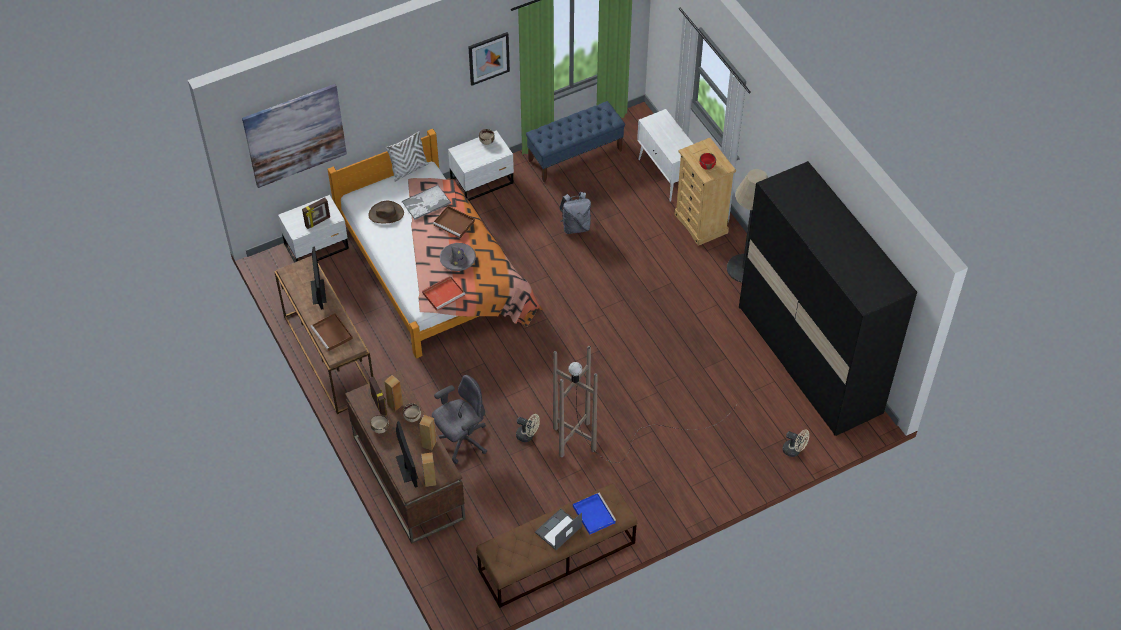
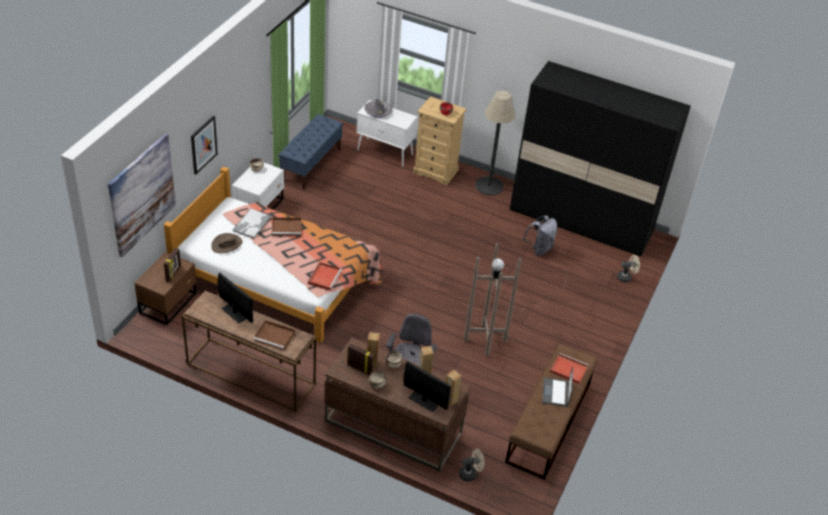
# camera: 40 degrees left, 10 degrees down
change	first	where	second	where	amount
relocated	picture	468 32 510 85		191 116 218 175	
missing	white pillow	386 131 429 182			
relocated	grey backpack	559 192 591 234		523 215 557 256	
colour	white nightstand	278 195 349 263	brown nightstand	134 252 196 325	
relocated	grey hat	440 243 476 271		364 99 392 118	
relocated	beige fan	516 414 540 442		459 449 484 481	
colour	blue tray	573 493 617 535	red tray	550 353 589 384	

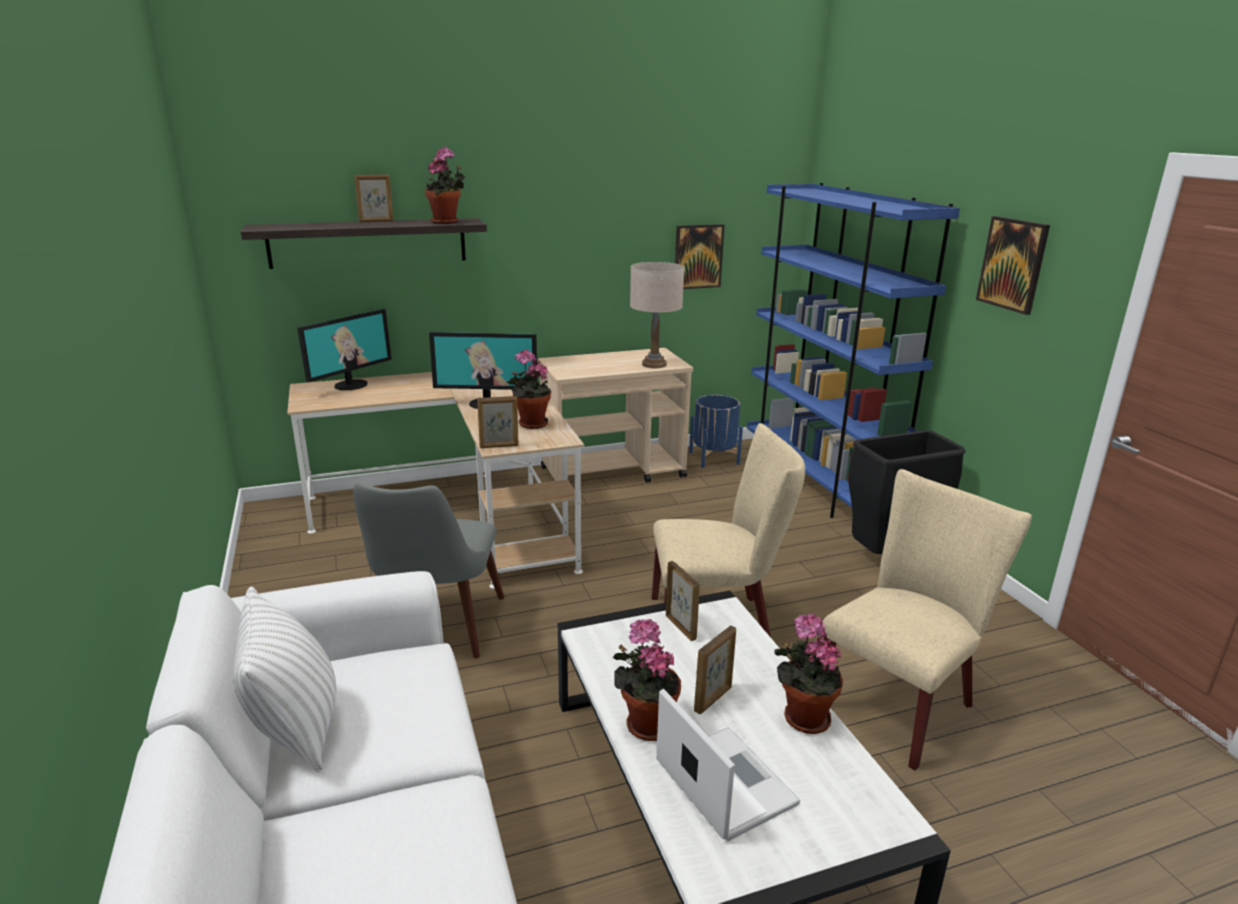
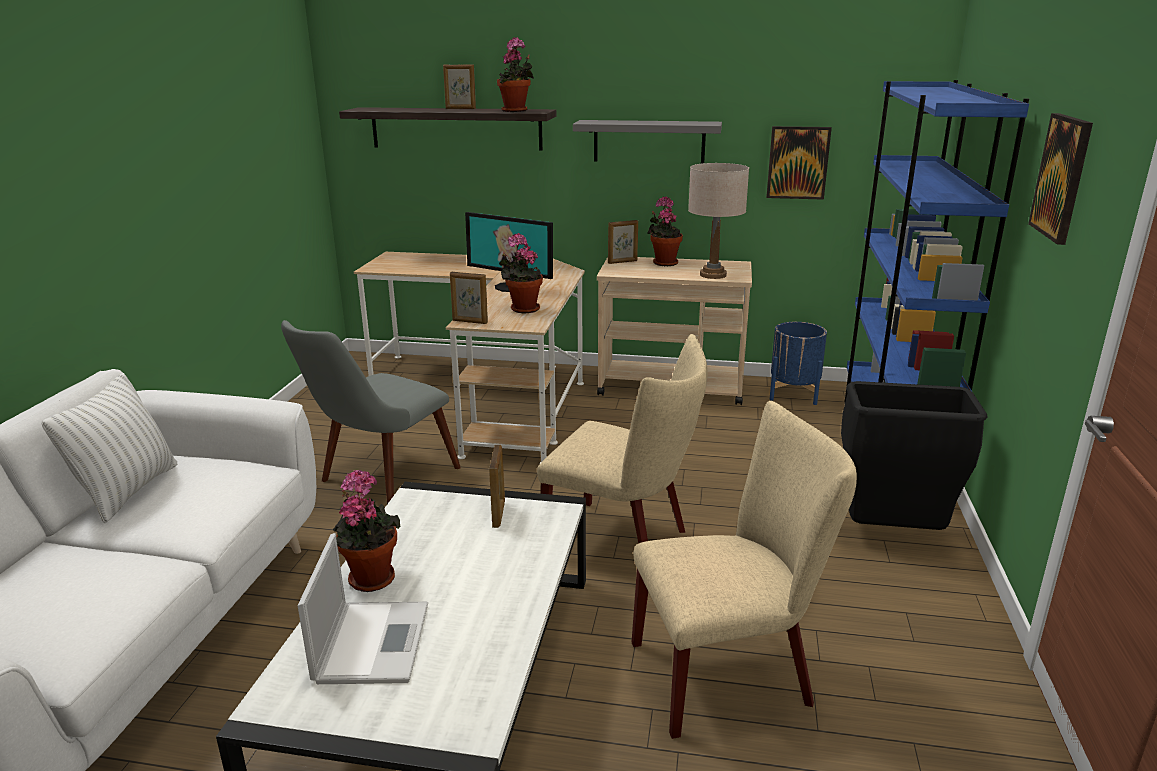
# camera: 30 degrees right, 0 degrees up
change	first	where	second	where	amount
missing	monitor	297 309 392 390			
relocated	potted plant	774 614 843 734		647 196 683 266	
relocated	picture frame	694 626 736 714		608 220 638 264	
appeared			grey shelf	573 120 722 164	

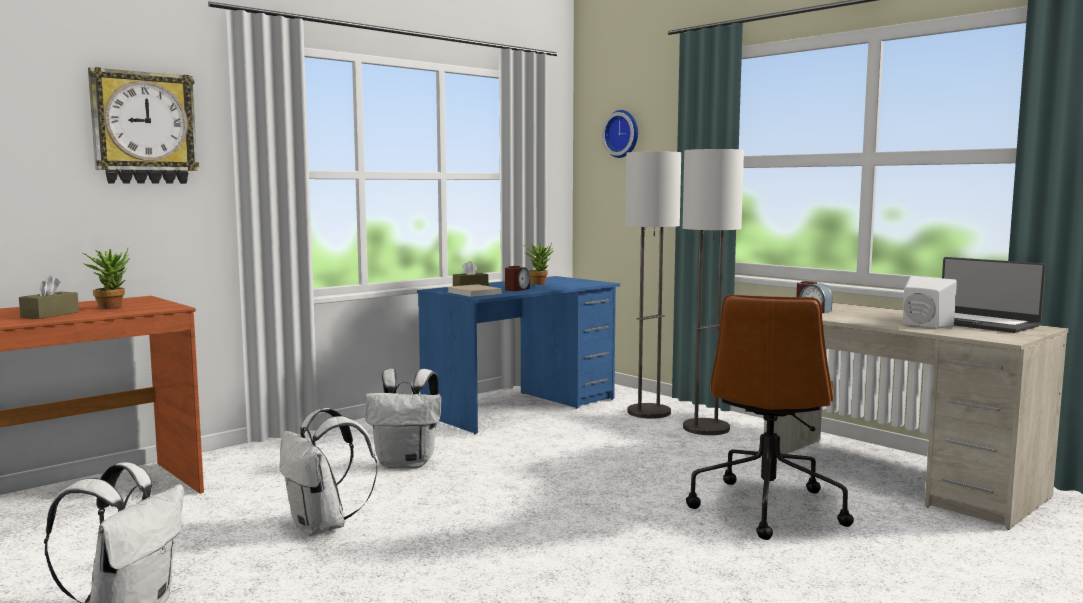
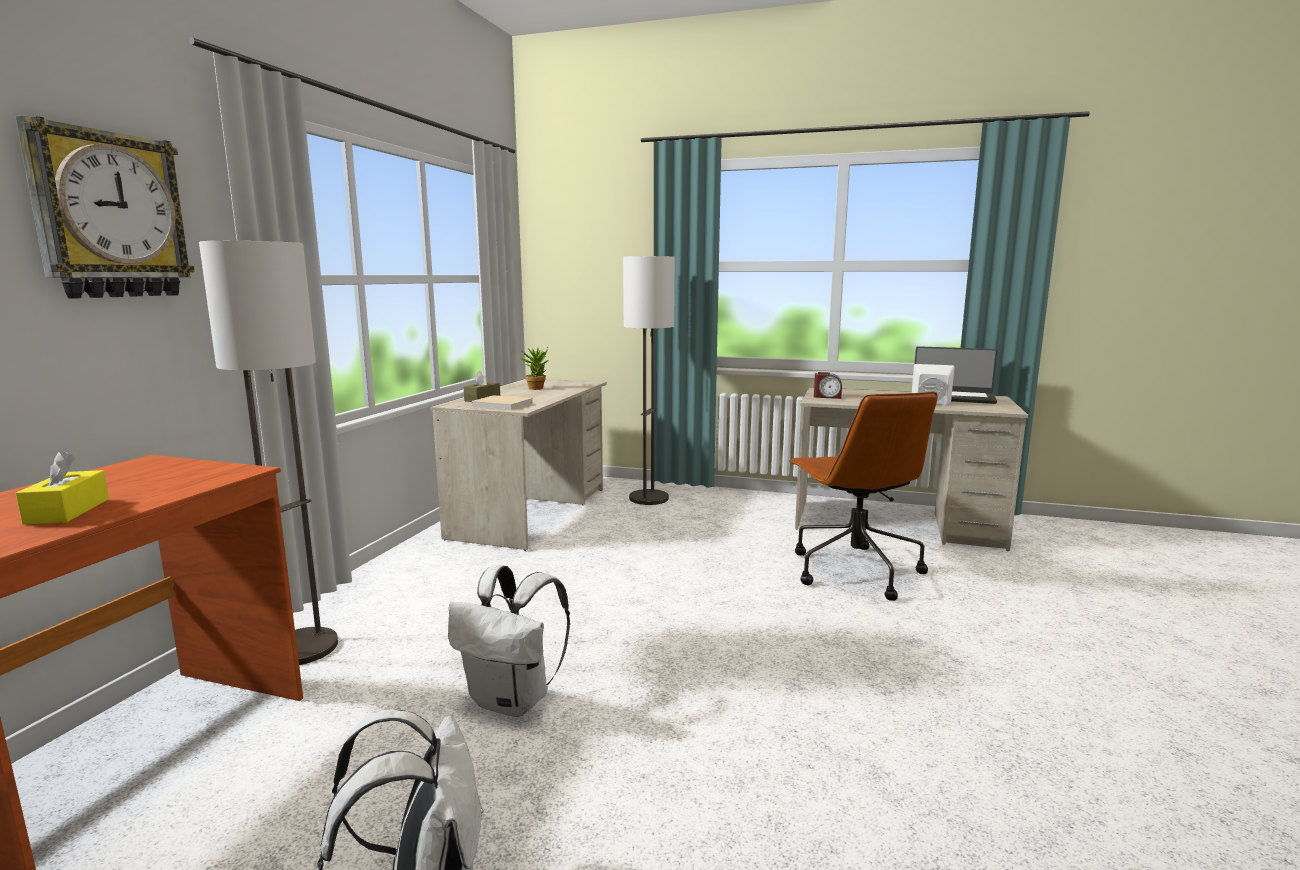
# camera: 30 degrees left, 5 degrees up
change	first	where	second	where	amount
missing	wall clock	602 110 638 158			
relocated	floor lamp	683 149 744 435		199 241 338 665	
missing	potted plant	83 248 130 309			
missing	alarm clock	505 266 530 291			
colour	brown tissue box	19 275 79 319	yellow tissue box	16 451 109 525	
colour	blue desk	417 276 620 434	beige desk	430 379 607 551	
missing	white backpack	365 369 441 469			

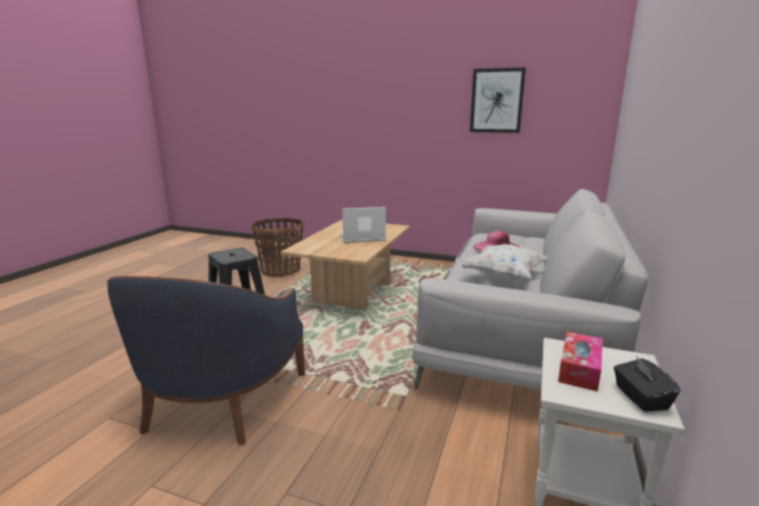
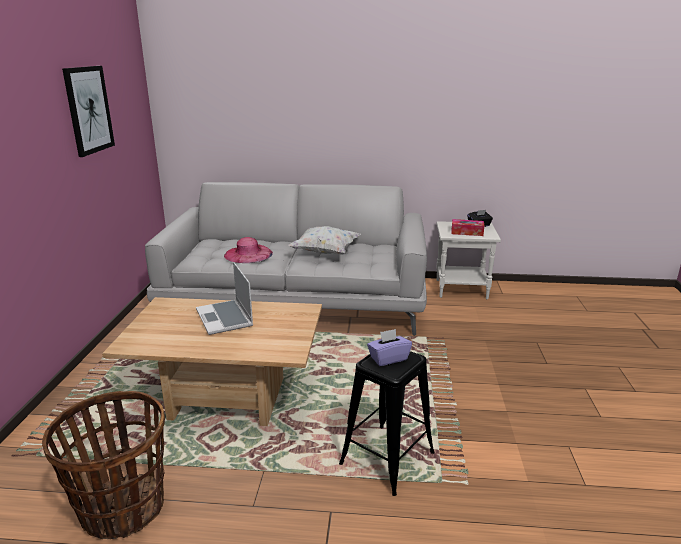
# camera: 105 degrees left, 5 degrees up
change	first	where	second	where	amount
missing	blue armchair	107 276 305 445			
appeared			purple tissue box	367 329 412 366	

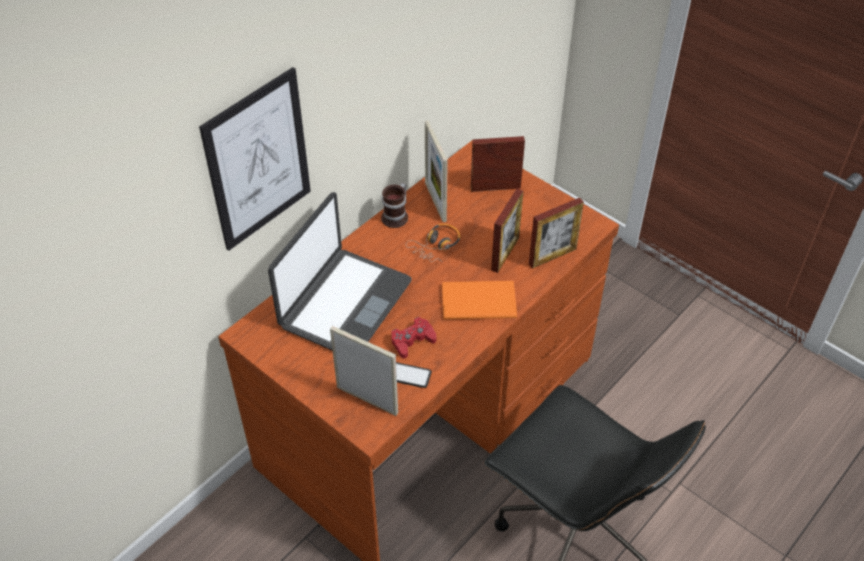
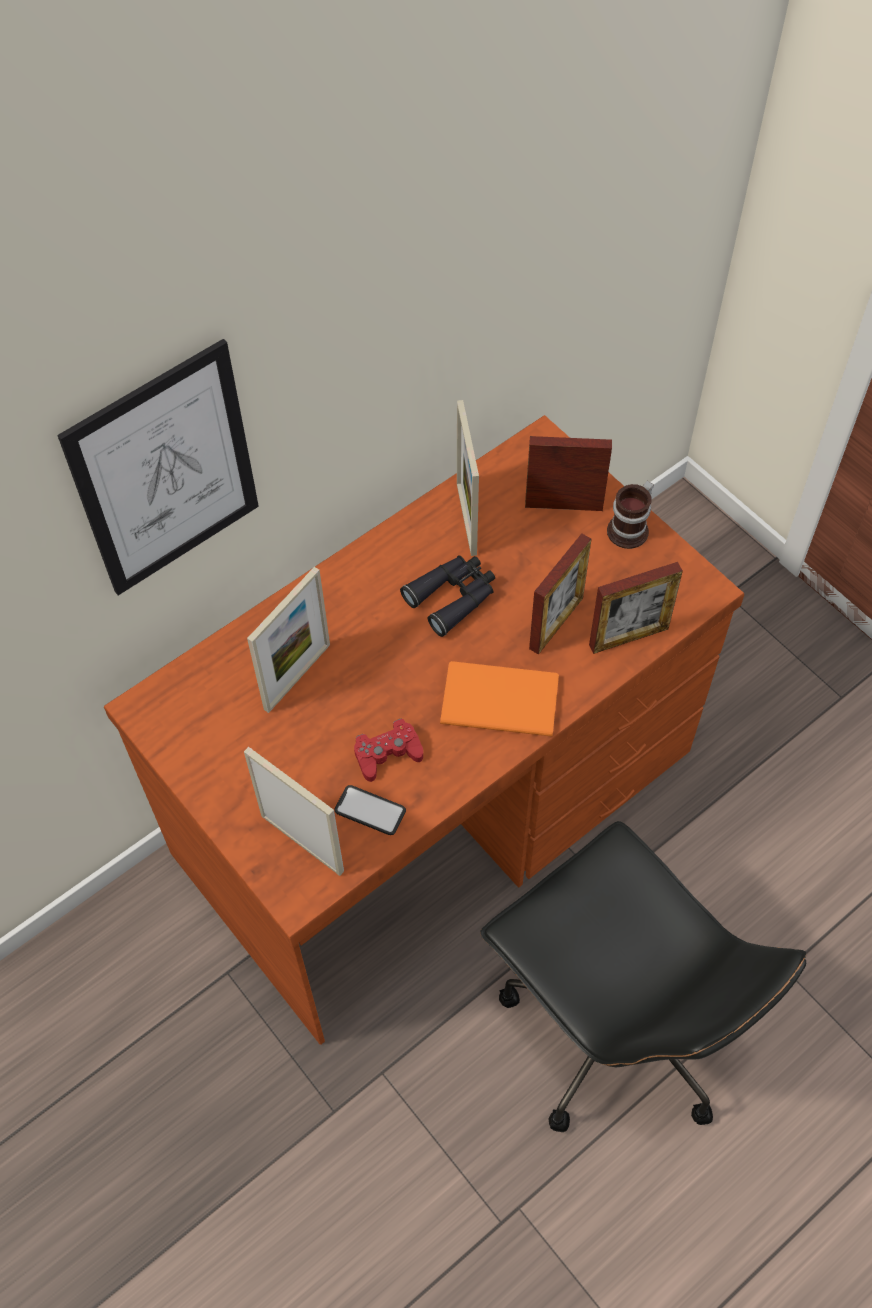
# camera: 10 degrees right, 10 degrees up
change	first	where	second	where	amount
relocated	mug	381 183 408 228		607 481 654 549	
exchanged	laptop	268 192 412 350	picture frame	247 567 330 713	
exchanged	headphones	406 224 460 262	black binoculars	400 555 495 637	

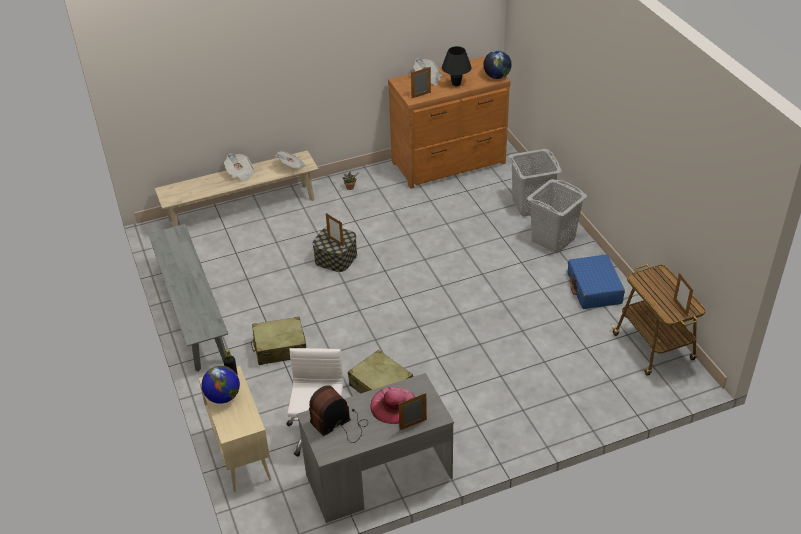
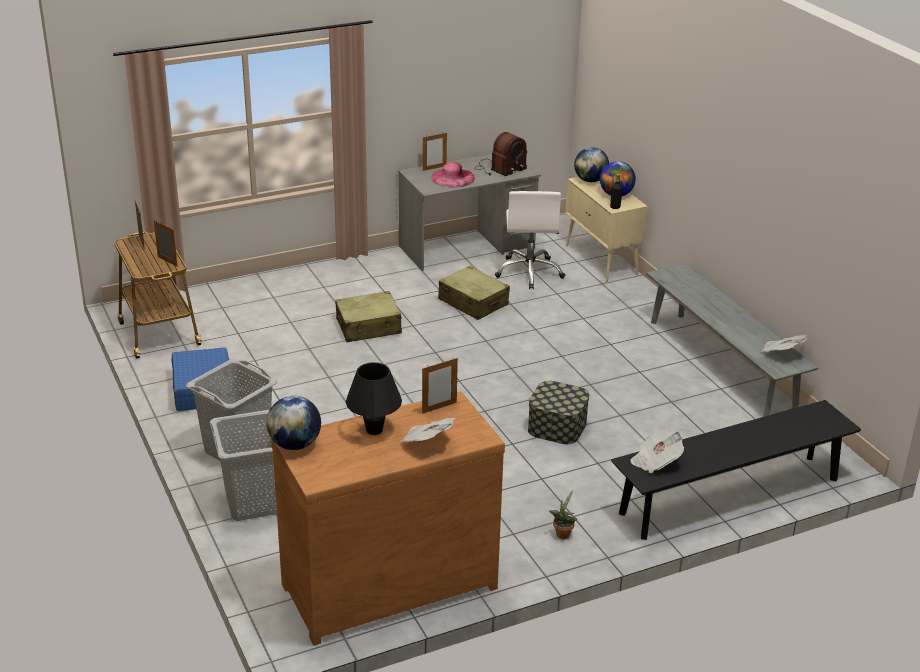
# camera: 175 degrees right, 10 degrees down
change	first	where	second	where	amount
colour	beige bench	155 150 319 227	black bench	611 400 861 540	
relocated	newspaper	224 153 255 182		761 335 807 352	
relocated	picture frame	326 213 344 247		154 220 178 267	
relocated	beige suitcase	251 317 306 365		335 291 402 342	
appeared			globe	574 147 609 182	

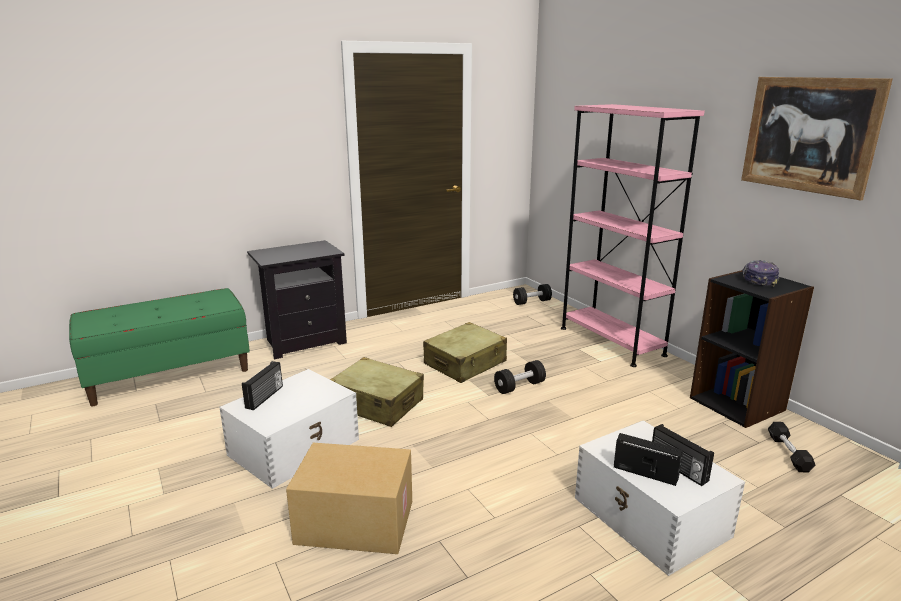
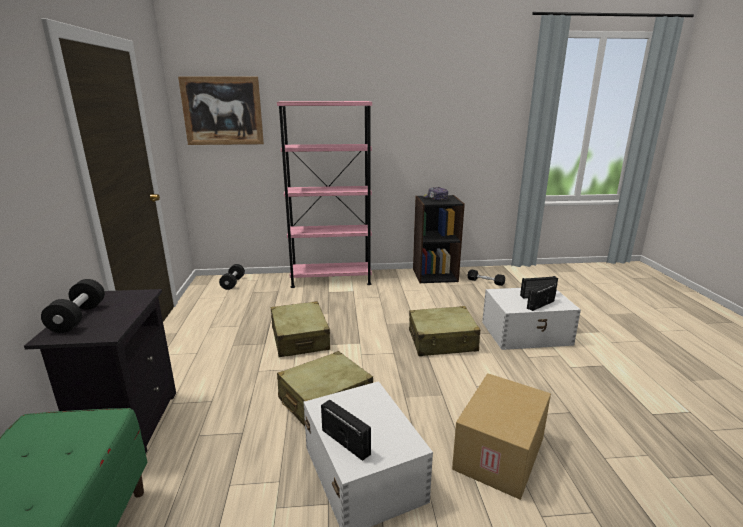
# camera: 65 degrees left, 0 degrees up
change	first	where	second	where	amount
relocated	picture	741 77 893 200		178 76 264 145	
relocated	black dumbbell	494 360 546 394		41 279 105 333	
appeared			beige suitcase	409 306 480 356	

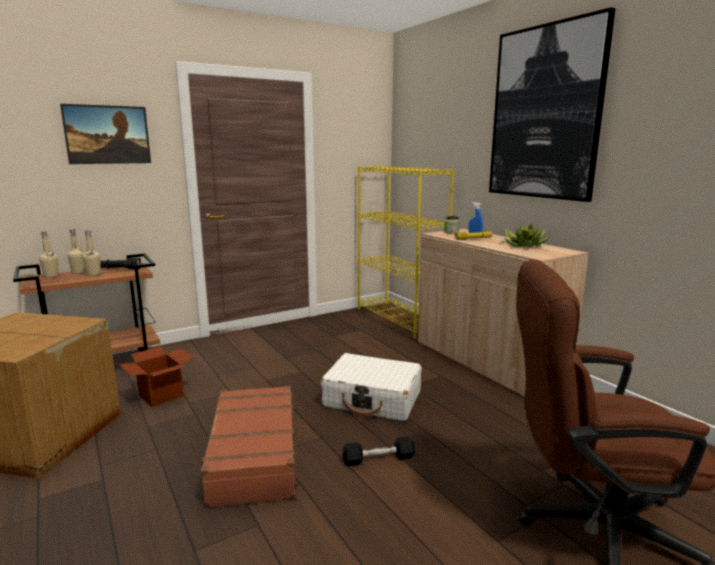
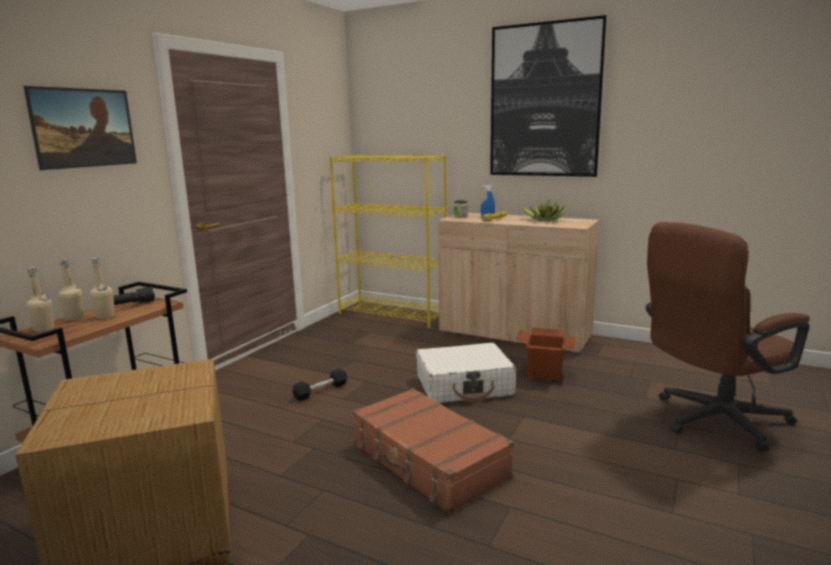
# camera: 30 degrees left, 0 degrees up
change	first	where	second	where	amount
relocated	cardboard box	119 346 194 407		517 328 576 381	
relocated	black dumbbell	343 436 415 466		292 368 347 401	

